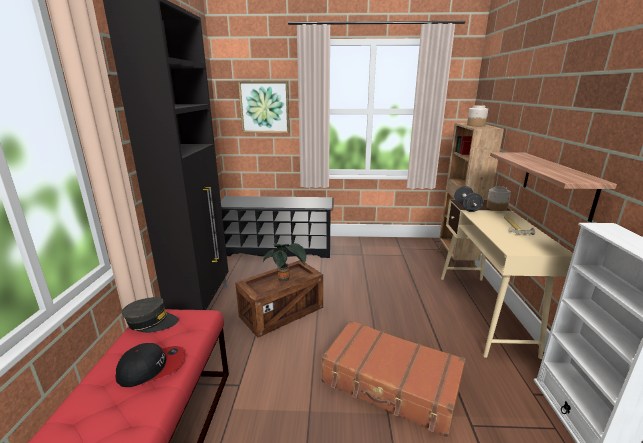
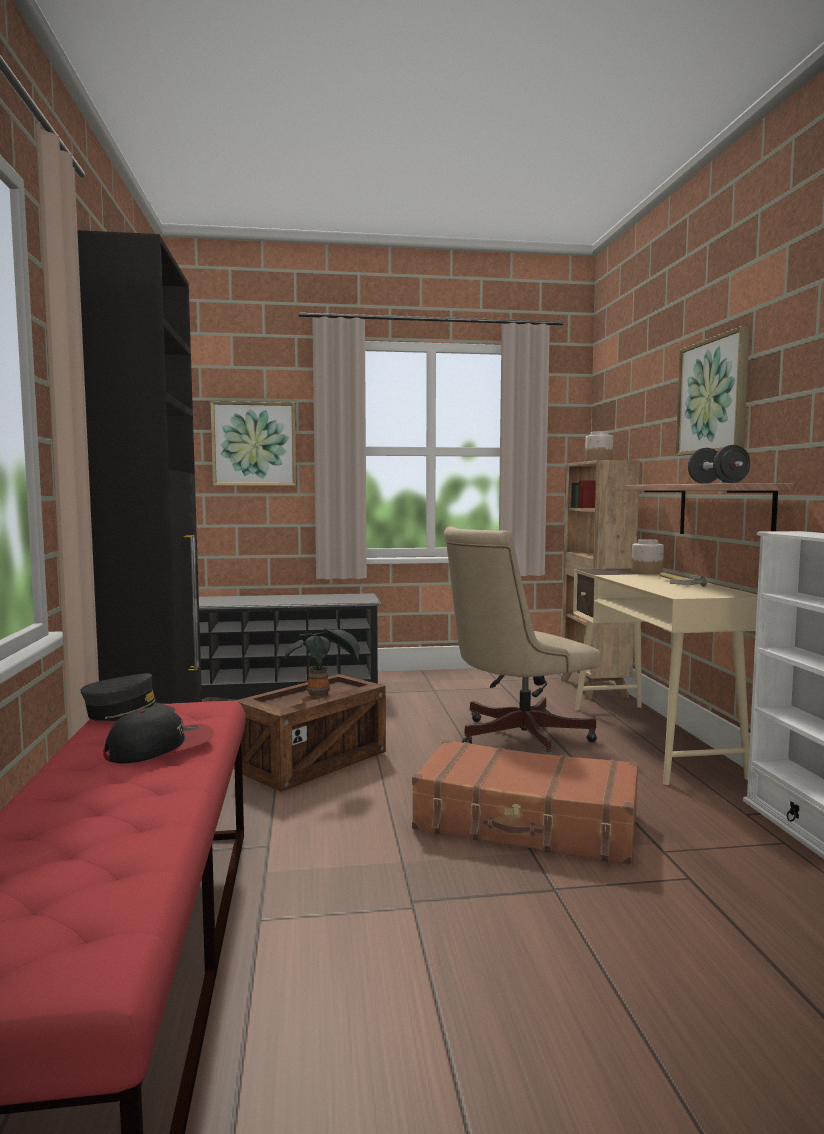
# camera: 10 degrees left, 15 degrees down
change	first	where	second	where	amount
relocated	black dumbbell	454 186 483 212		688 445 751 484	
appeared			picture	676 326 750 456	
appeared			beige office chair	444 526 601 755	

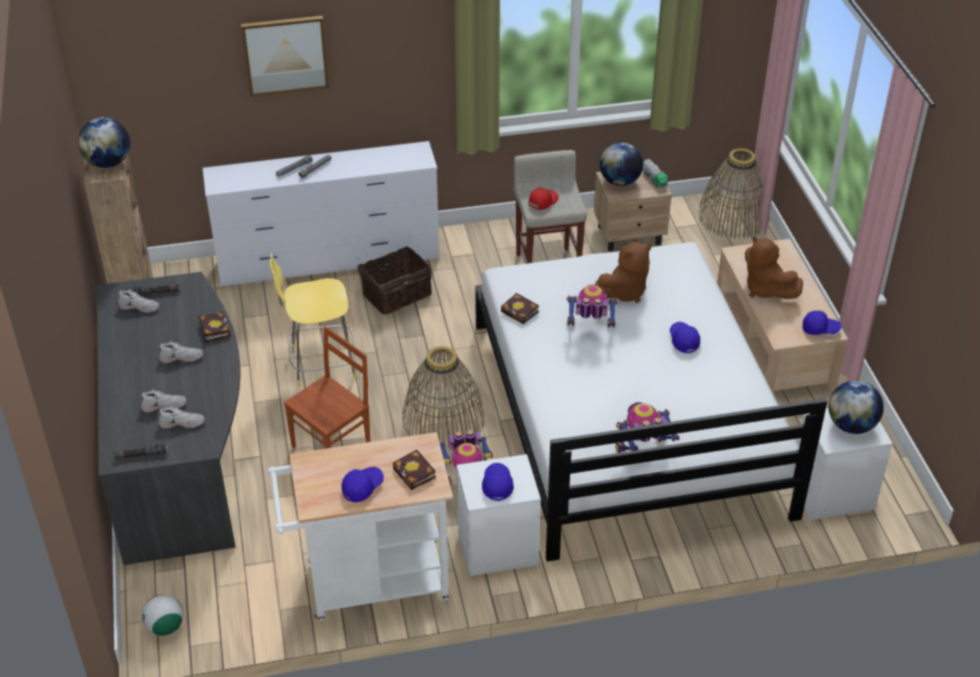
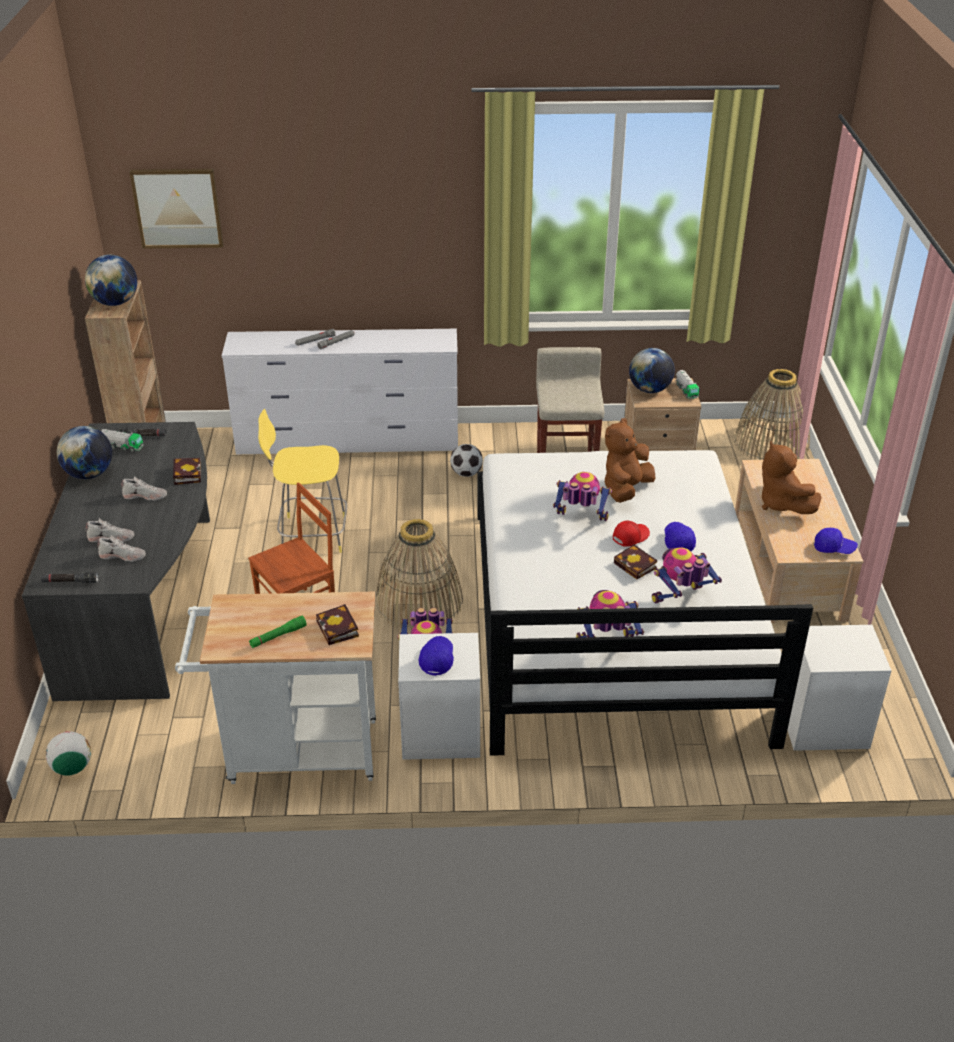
# camera: 10 degrees right, 5 degrees down
change	first	where	second	where	amount
relocated	picture	241 16 329 97		129 169 224 249	
relocated	red cap	529 188 559 210		613 521 650 547	
spun	brown plush toy	595 242 652 303		605 418 655 503	150 degrees clockwise
missing	basket	357 246 432 315			
exchanged	white shoe	117 289 159 313	toy truck	101 429 143 452	
relocated	book	501 293 539 324		614 545 657 579	
relocated	globe	828 380 884 434		57 426 112 479	
exchanged	blue cap	341 467 384 502	green flashlight	249 616 307 648	
appeared			football	450 444 483 477	
appeared			toy robot	652 548 722 604	

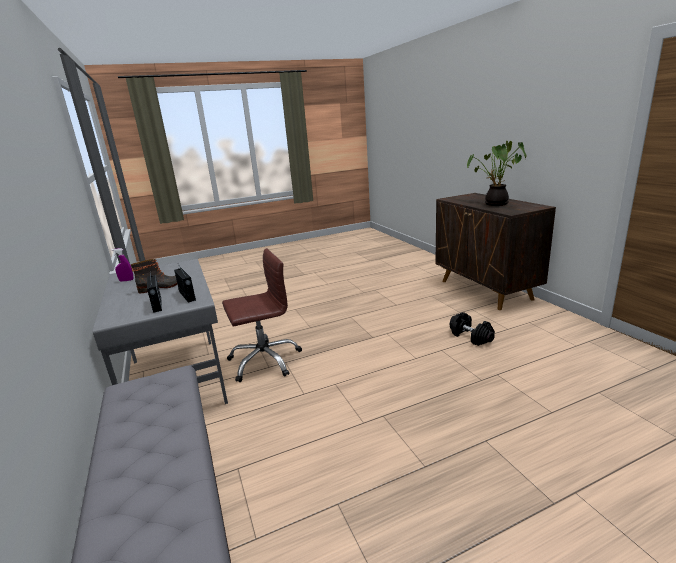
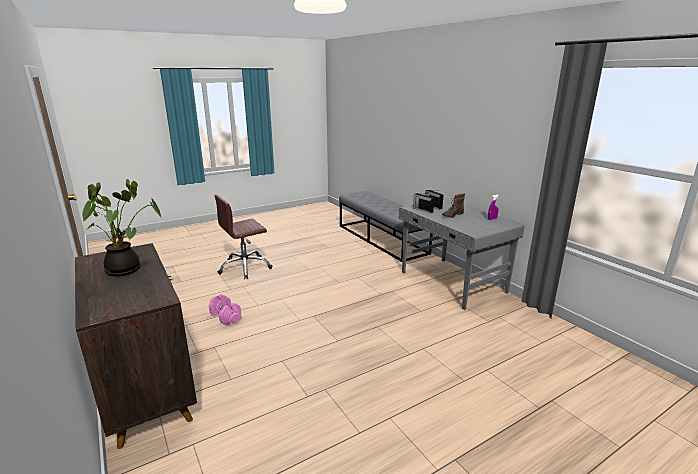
# camera: 170 degrees right, 0 degrees up
change	first	where	second	where	amount
relocated	brown office chair	222 248 302 382		214 195 272 279	
colour	black dumbbell	450 312 495 346	pink dumbbell	209 294 241 325	

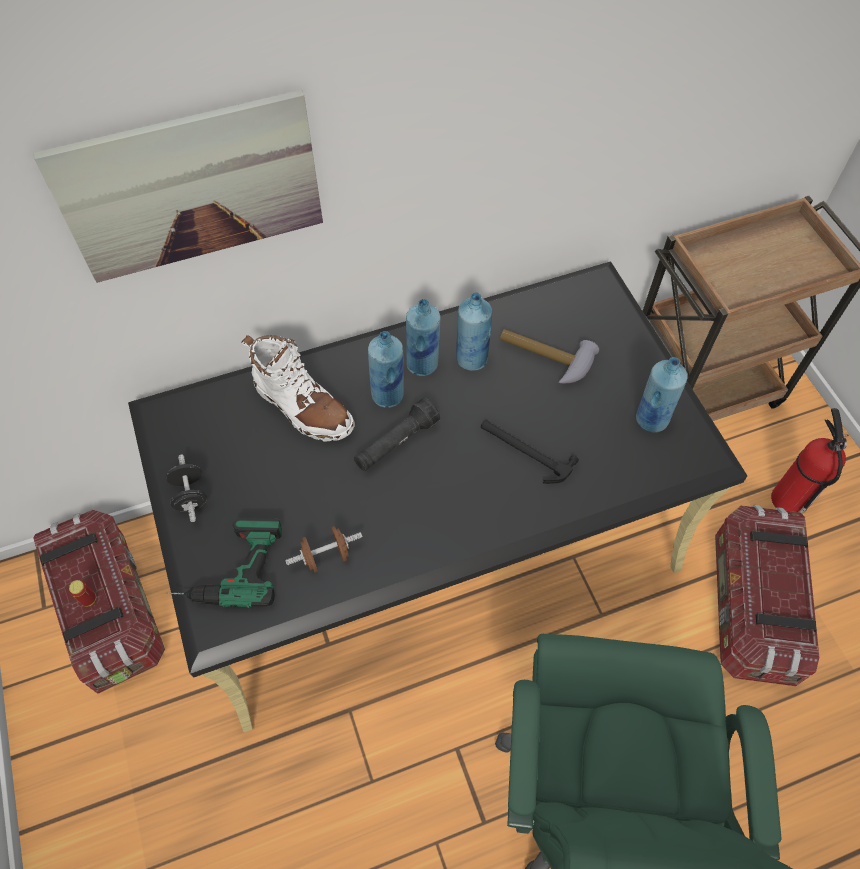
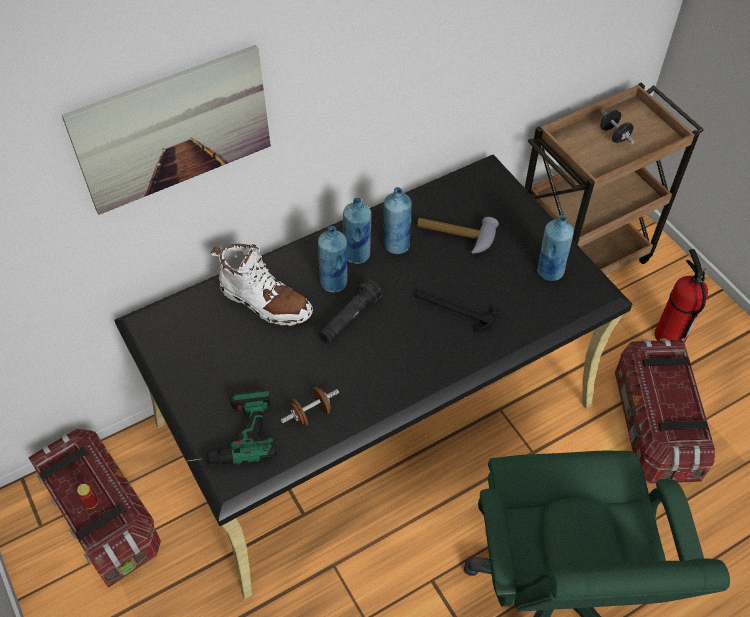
# camera: 10 degrees left, 5 degrees down
change	first	where	second	where	amount
relocated	black dumbbell	166 454 207 522		600 109 634 144	

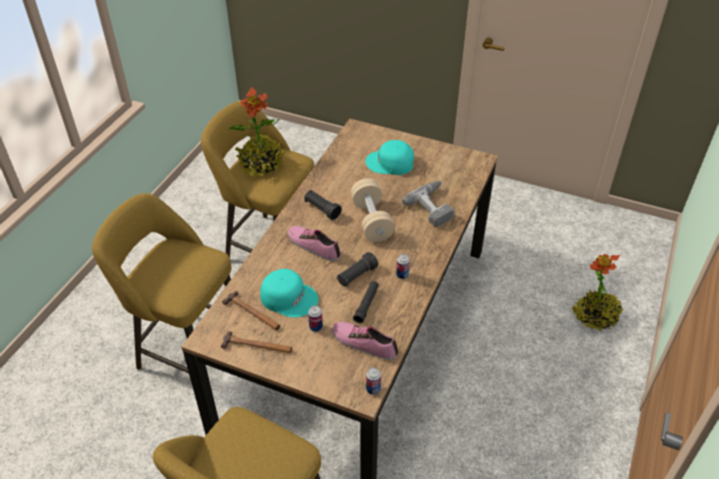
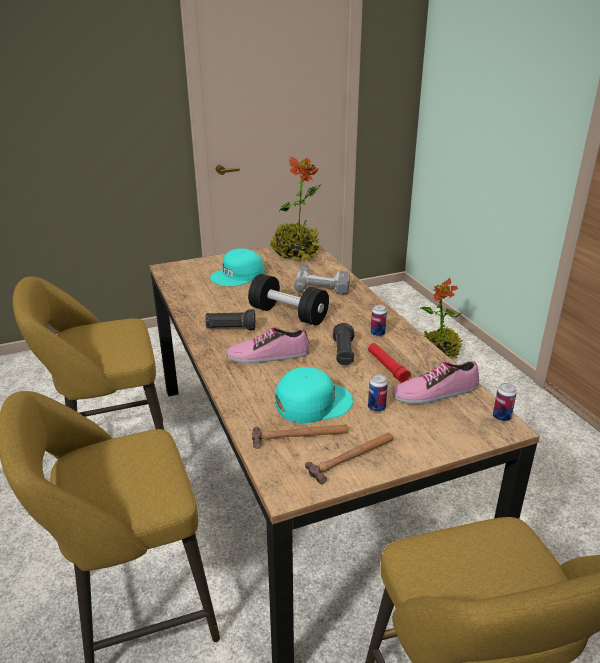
# camera: 45 degrees left, 15 degrees down
change	first	where	second	where	amount
relocated	potted plant	228 87 285 178		270 157 321 262	
colour	beige dumbbell	351 178 395 242	black dumbbell	248 274 329 326	
colour	black flashlight	353 281 379 323	red flashlight	368 343 411 383	

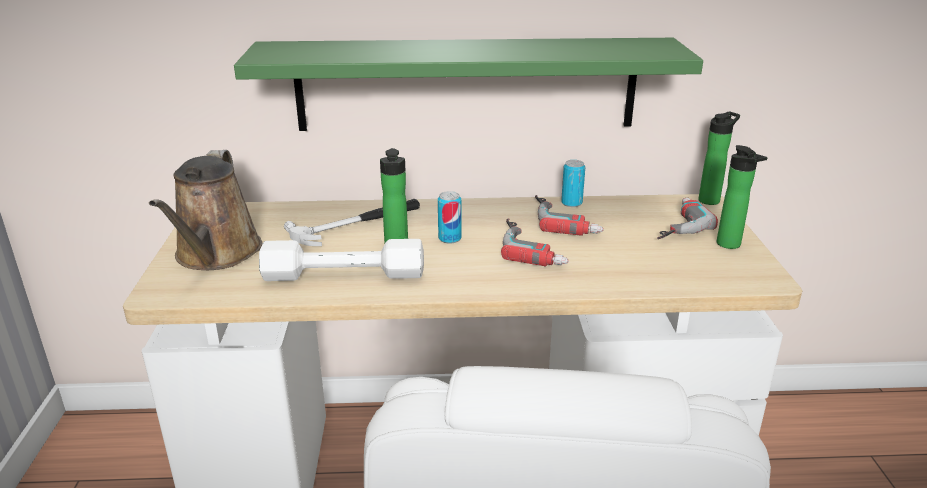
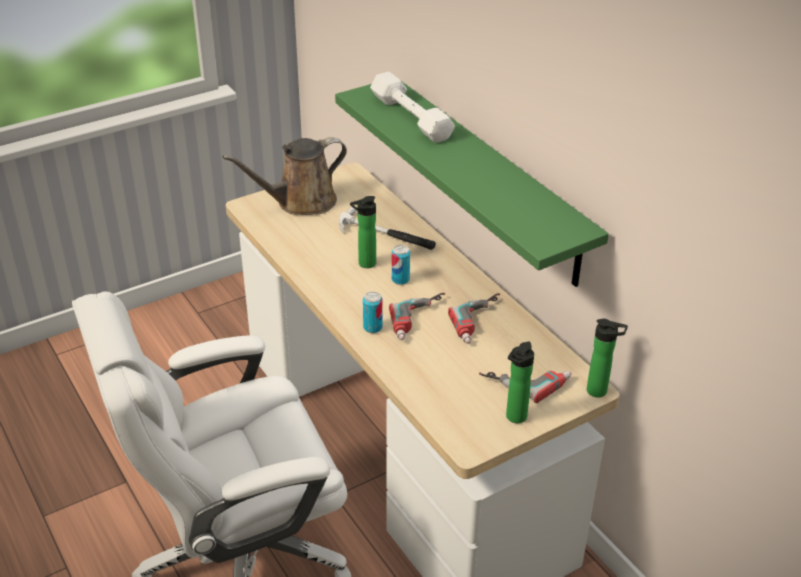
# camera: 60 degrees right, 10 degrees up
change	first	where	second	where	amount
relocated	can	561 160 585 207		363 292 383 333	
relocated	white dumbbell	259 239 424 281		370 72 455 143	

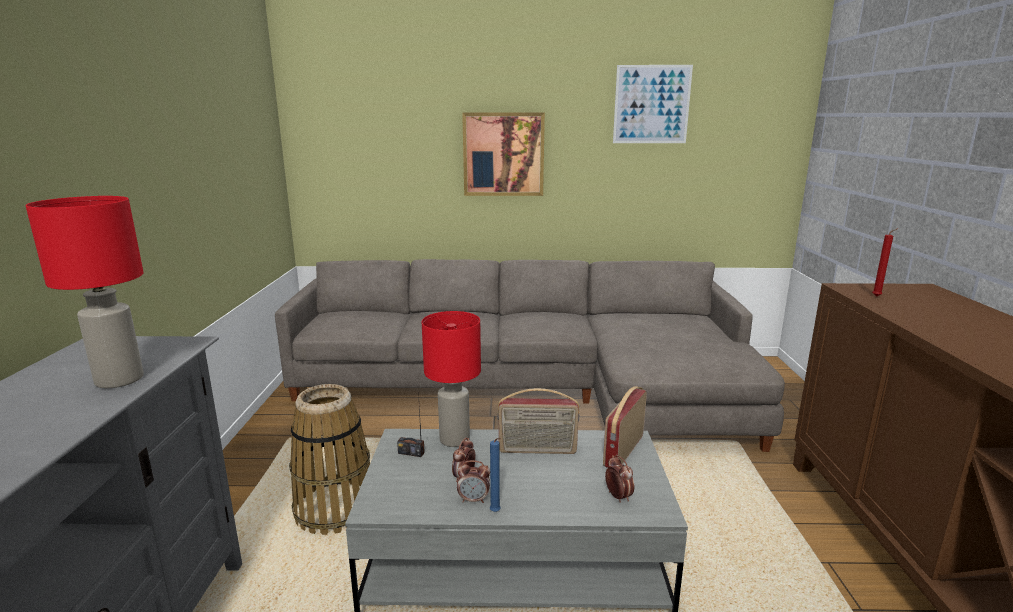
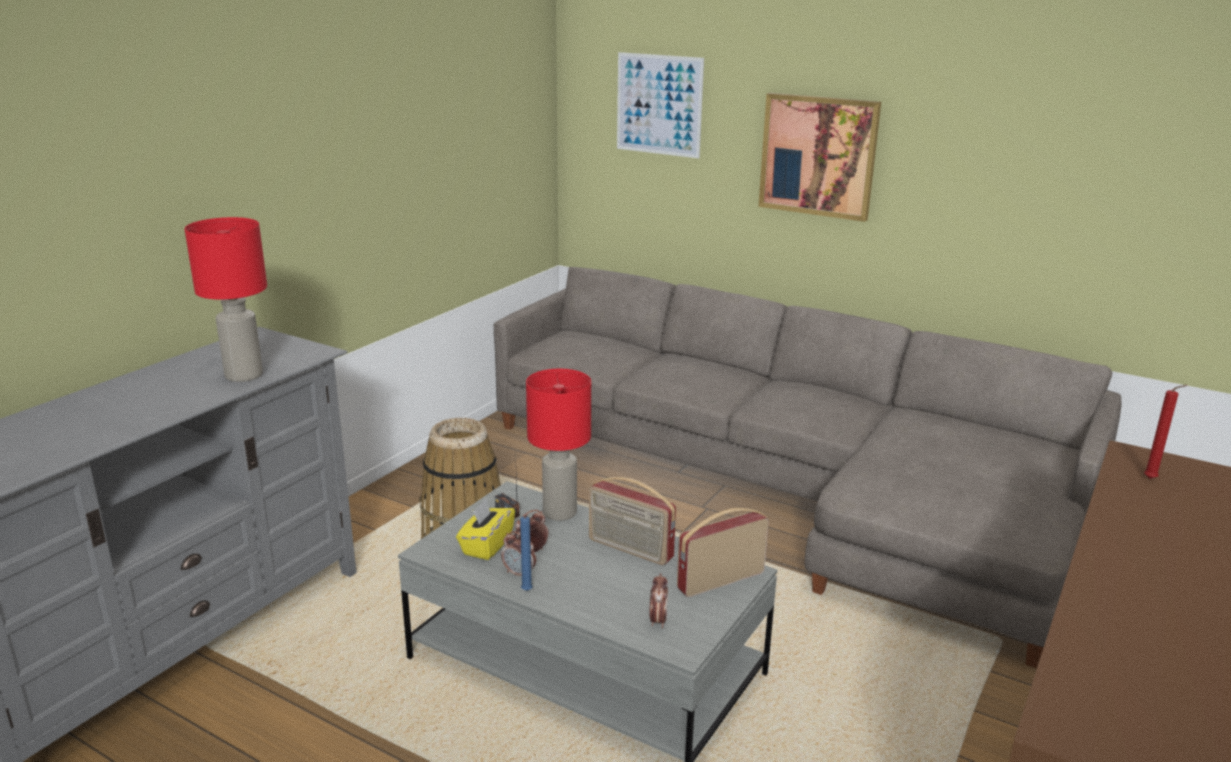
# camera: 30 degrees right, 5 degrees up
change	first	where	second	where	amount
relocated	picture	613 65 693 143		617 52 704 158	
appeared			yellow tissue box	456 499 515 560	

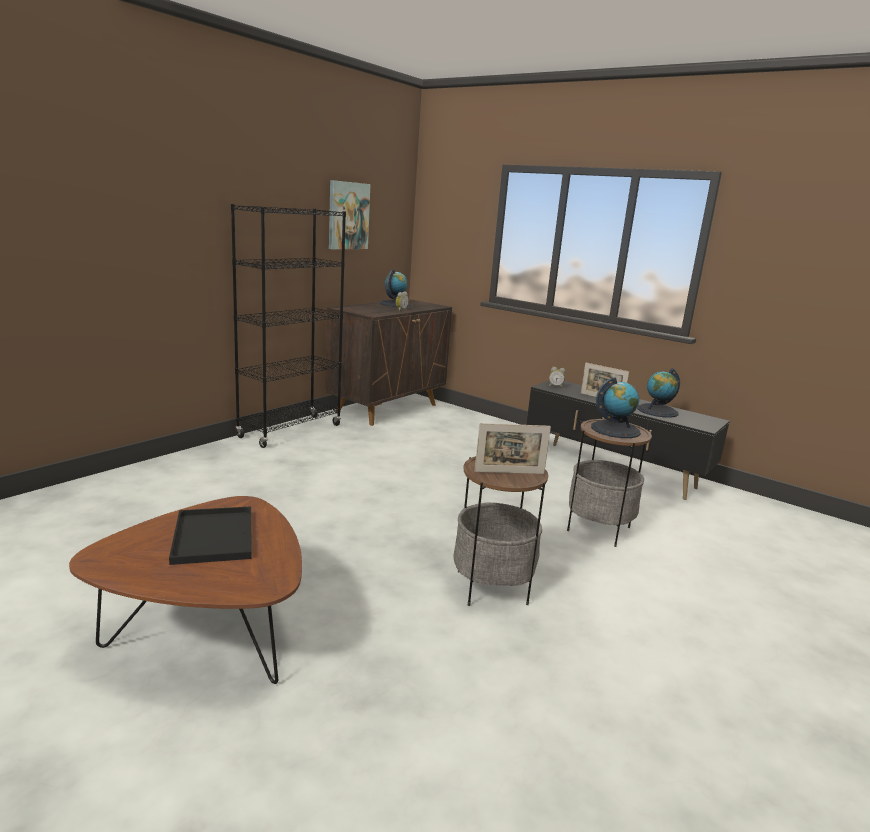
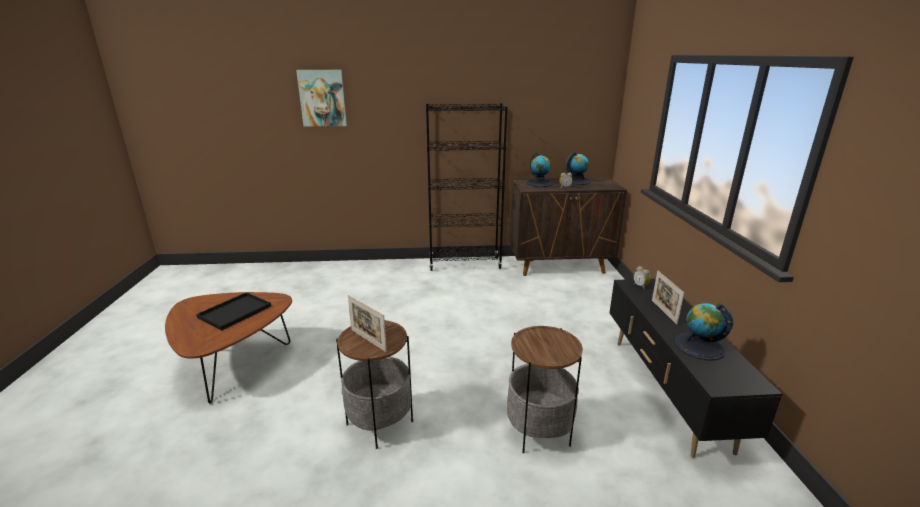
# camera: 50 degrees right, 5 degrees up
change	first	where	second	where	amount
relocated	picture	329 180 370 249		296 70 347 127	
relocated	globe	591 377 641 438		526 152 554 187	

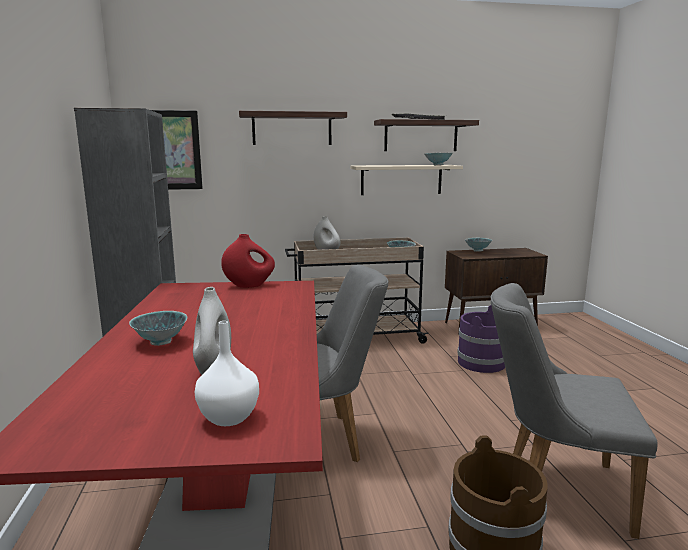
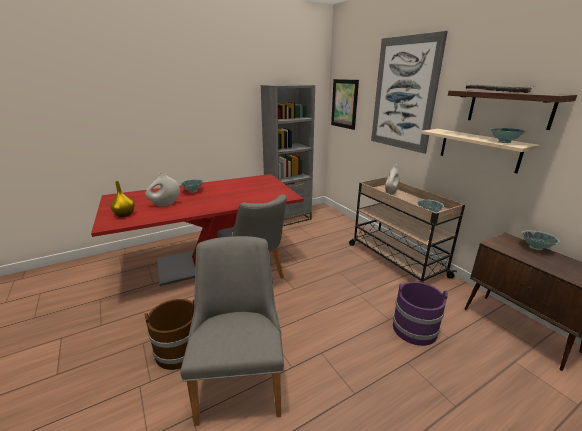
# camera: 70 degrees right, 10 degrees up
change	first	where	second	where	amount
exchanged	shelf	239 111 347 145	picture	371 31 448 154	
missing	red vase	221 234 275 288			
colour	white vase	195 321 259 426	yellow vase	110 181 135 217	

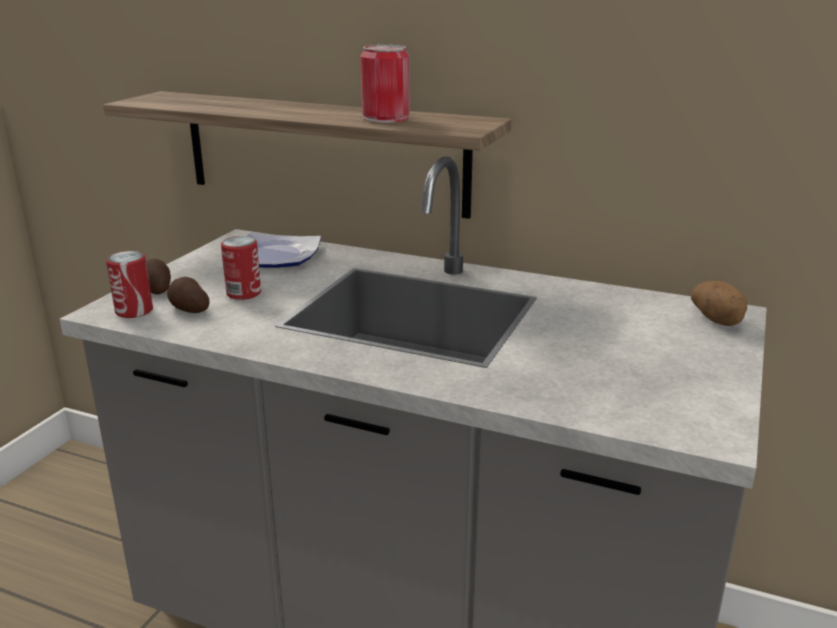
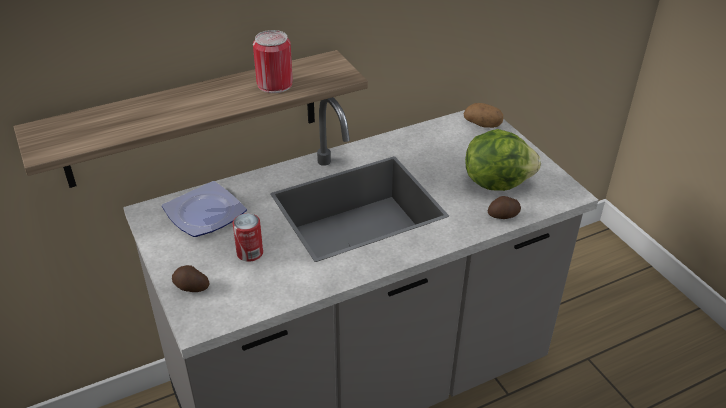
# camera: 50 degrees left, 15 degrees up
change	first	where	second	where	amount
missing	can	106 251 153 318			
relocated	potato	167 277 209 313		488 196 521 219	
appeared			lettuce	465 129 541 191	

